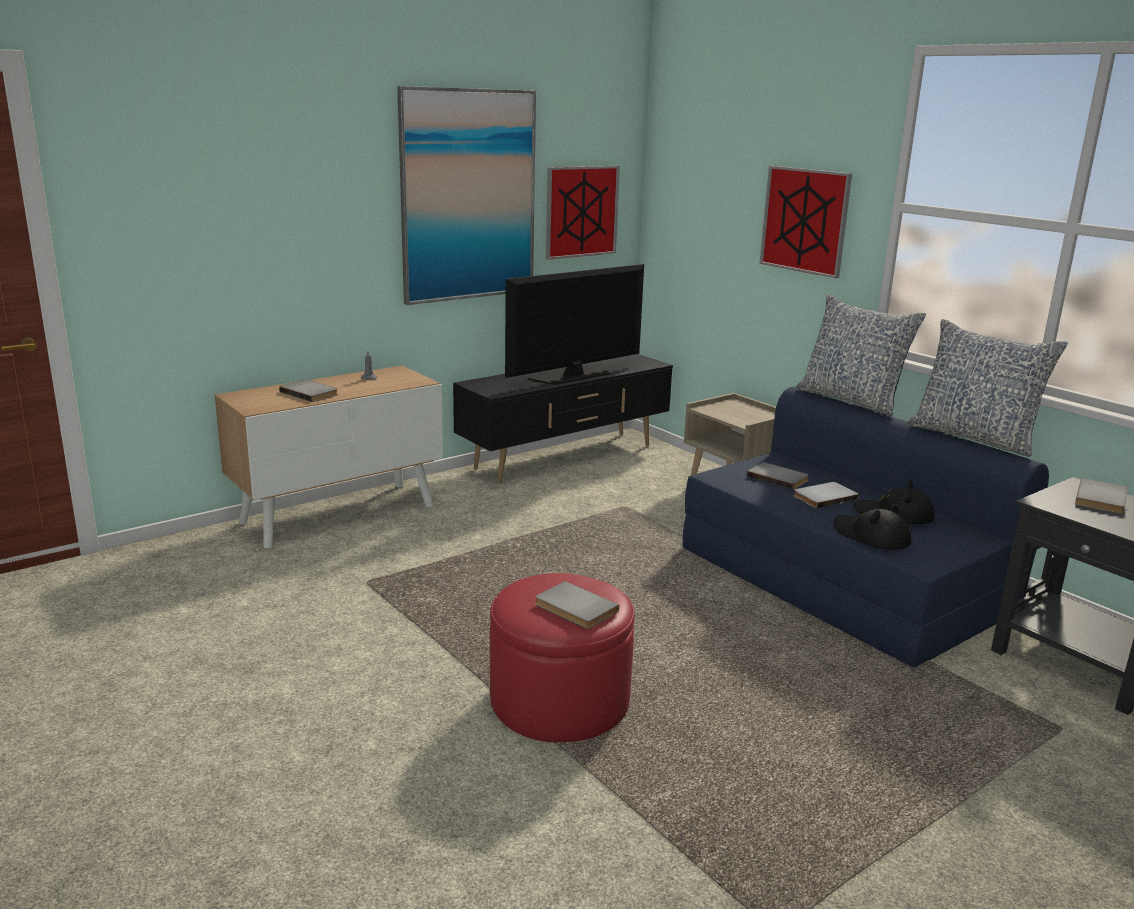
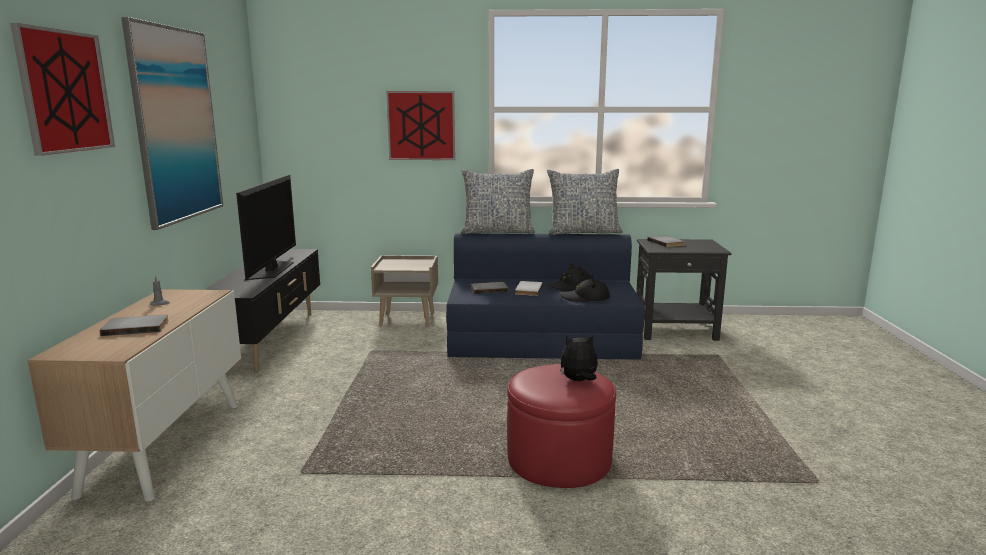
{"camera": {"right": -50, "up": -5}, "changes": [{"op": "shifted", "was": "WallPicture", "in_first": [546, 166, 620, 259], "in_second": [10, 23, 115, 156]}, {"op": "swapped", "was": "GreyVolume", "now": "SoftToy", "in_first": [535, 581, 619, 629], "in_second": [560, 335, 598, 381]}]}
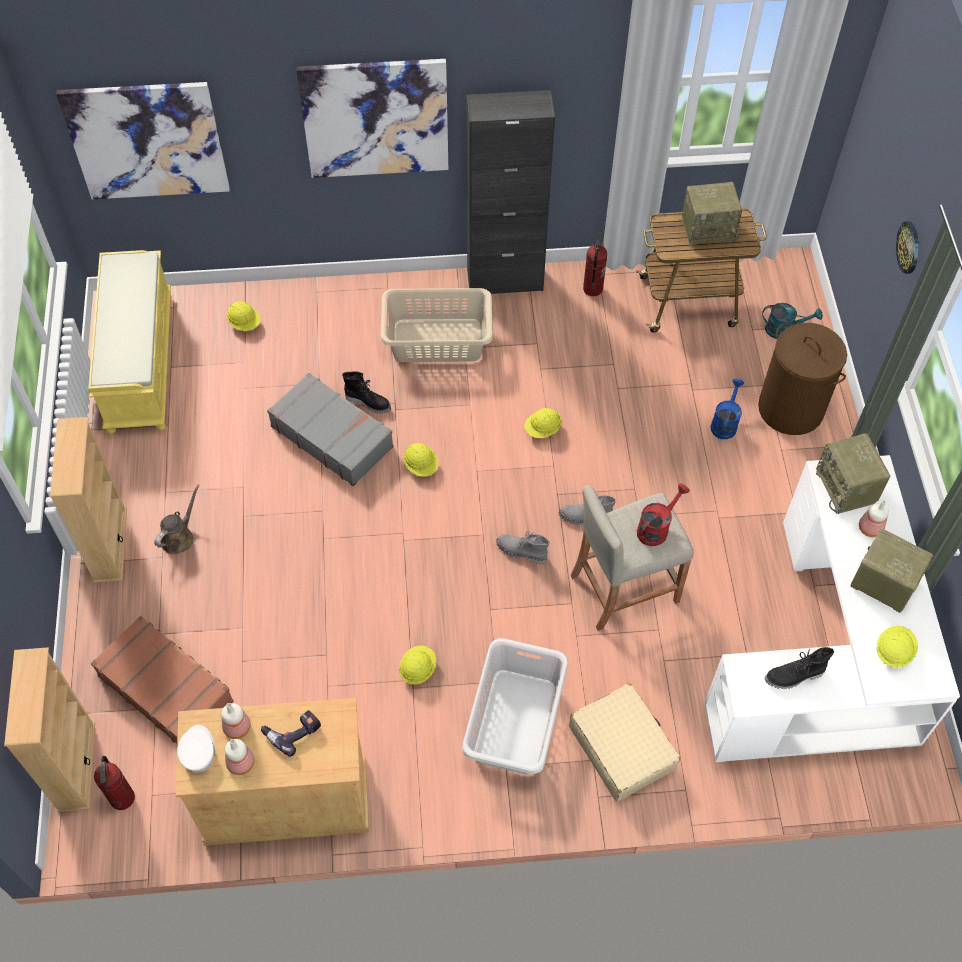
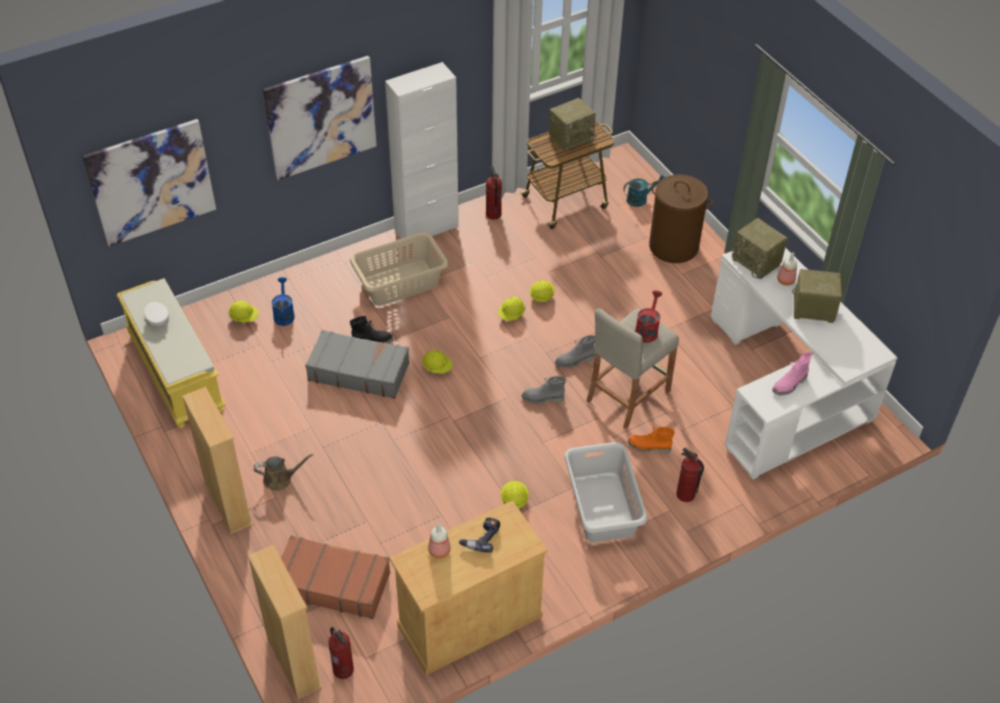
{"camera": {"right": -25, "up": -10}, "changes": [{"op": "shifted", "was": "WhitishCap", "in_first": [178, 725, 215, 772], "in_second": [144, 302, 169, 329]}, {"op": "rotated", "was": "BrownColouredWateringPot", "in_first": [154, 484, 200, 554], "in_second": [254, 454, 313, 491], "clockwise": 75}, {"op": "shifted", "was": "BluishWateringPot", "in_first": [710, 379, 744, 439], "in_second": [272, 277, 295, 326]}, {"op": "repainted", "was": "BlackColouredCabinet", "now": "WhitishCabinet", "in_first": [466, 90, 555, 294], "in_second": [385, 62, 459, 238]}, {"op": "shifted", "was": "YellowColouredWorkHelmet", "in_first": [877, 626, 918, 668], "in_second": [530, 280, 555, 302]}, {"op": "new", "now": "OrangeColouredBoot", "in_second": [628, 426, 675, 454]}, {"op": "swapped", "was": "SandColouredPieceOfLuggage", "now": "FireFightingCylinder", "in_first": [569, 683, 681, 802], "in_second": [676, 448, 704, 502]}, {"op": "repainted", "was": "BlackColouredBoot", "now": "PinkBoot", "in_first": [765, 647, 834, 689], "in_second": [772, 352, 812, 395]}, {"op": "gone", "was": "BeverageBottle", "in_first": [225, 739, 255, 775]}, {"op": "gone", "was": "WallClock", "in_first": [896, 221, 919, 274]}]}
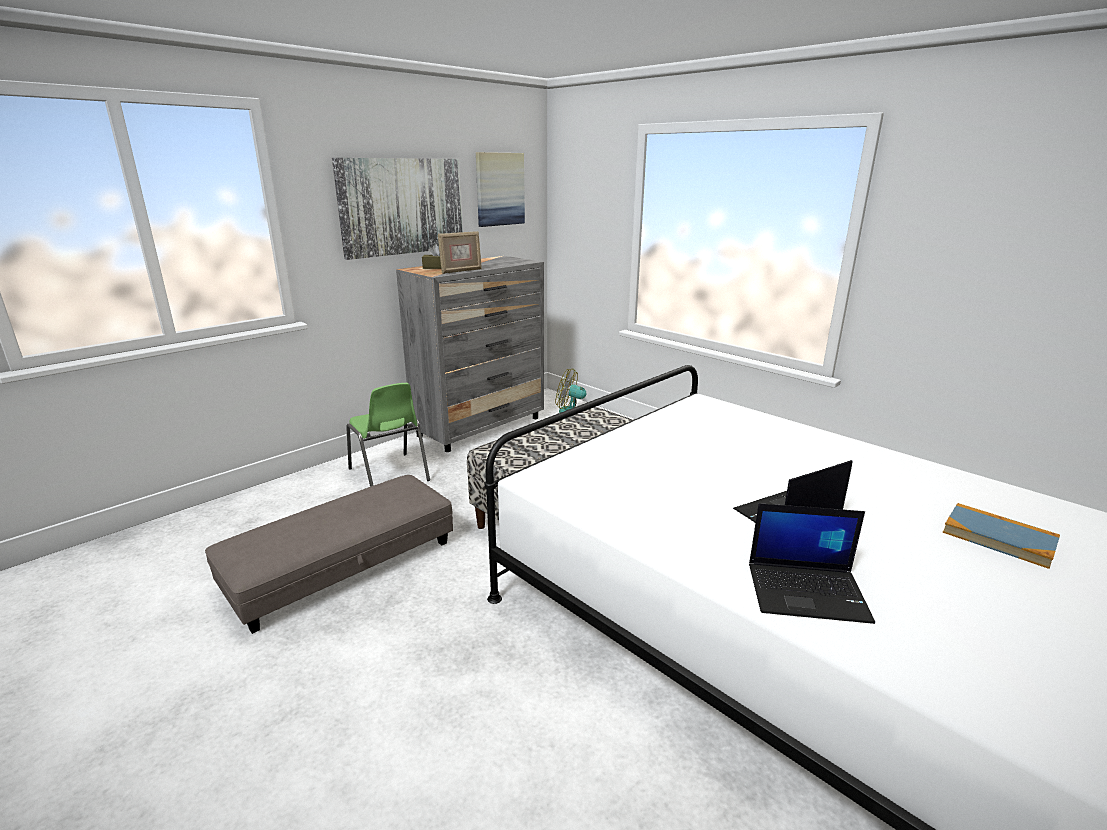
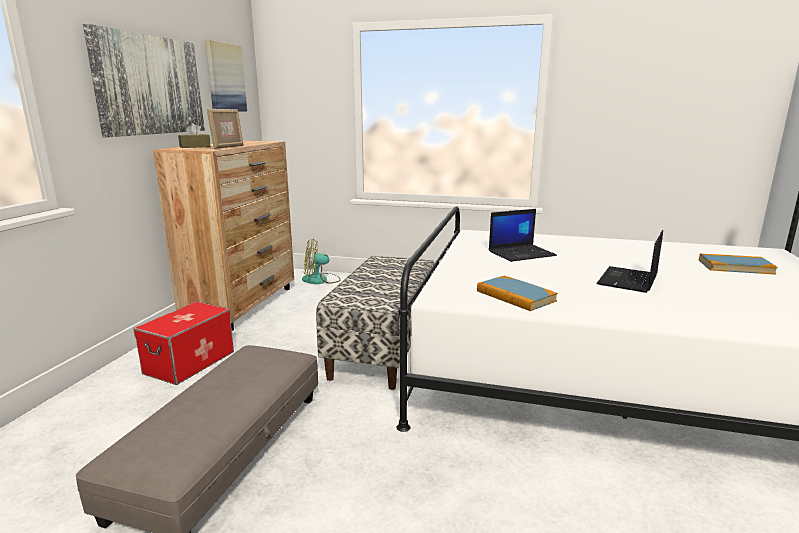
{"camera": {"right": -30, "up": -5}, "changes": [{"op": "swapped", "was": "GreenishChair", "now": "StorageContainer", "in_first": [346, 383, 430, 487], "in_second": [133, 301, 234, 385]}, {"op": "repainted", "was": "GreyDresser", "now": "BrownColouredDresser", "in_first": [396, 256, 544, 452], "in_second": [153, 141, 294, 331]}, {"op": "new", "now": "Volume", "in_second": [477, 276, 558, 311]}, {"op": "shifted", "was": "PortableComputer", "in_first": [749, 503, 875, 624], "in_second": [489, 209, 557, 262]}]}
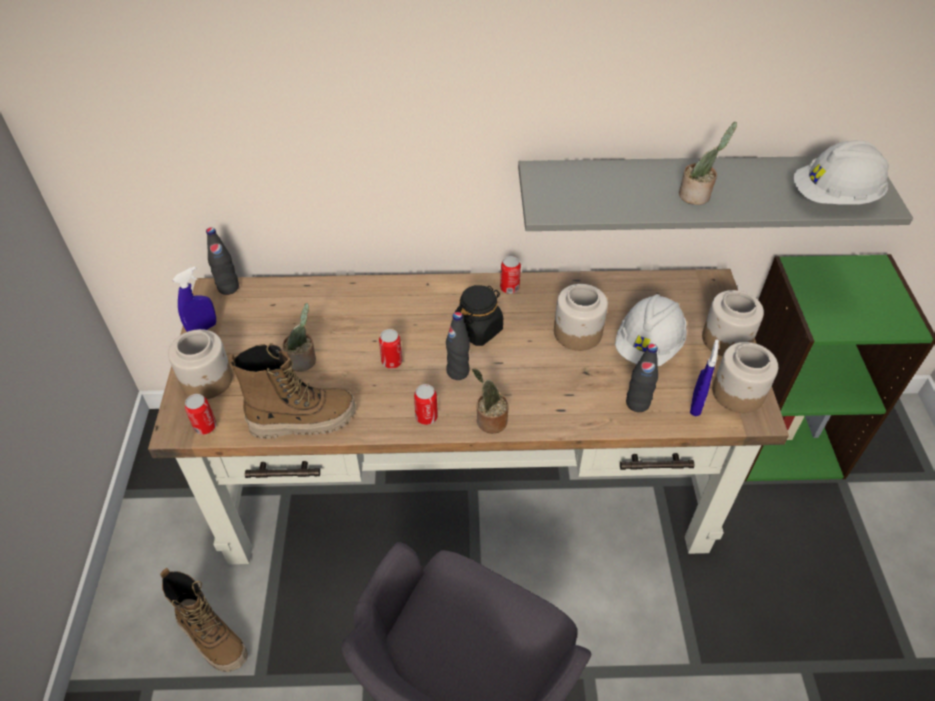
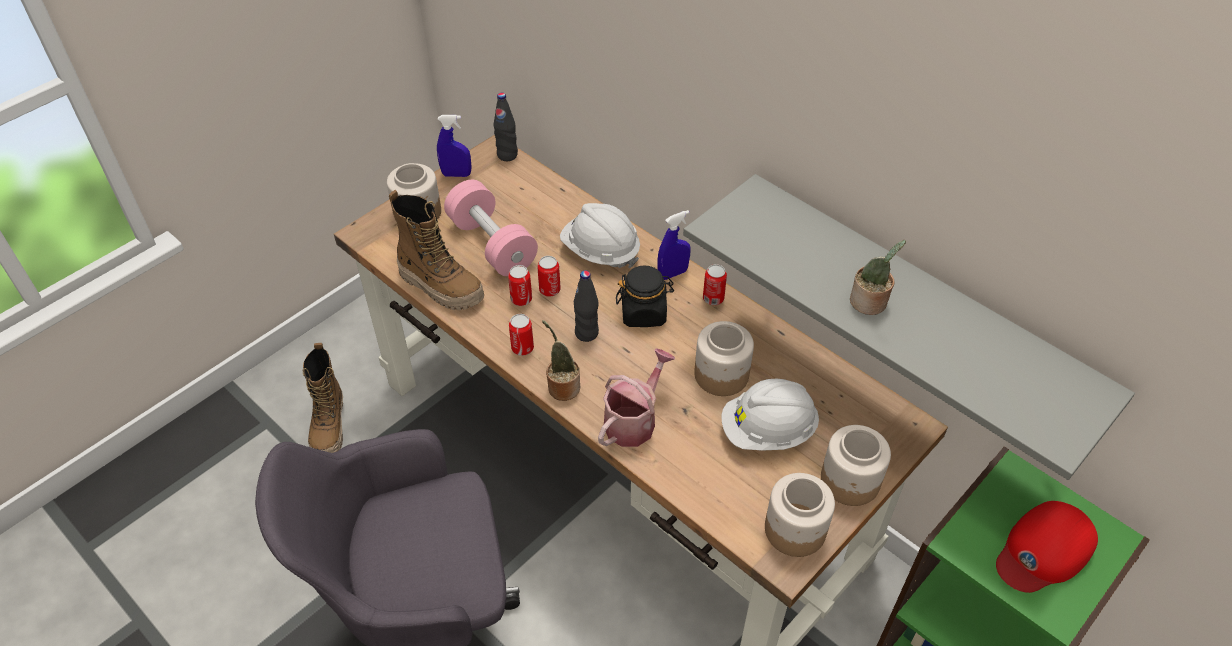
{"camera": {"right": 45, "up": 0}, "changes": [{"op": "swapped", "was": "PlantInAPot", "now": "PinkHandWeight", "in_first": [282, 303, 316, 372], "in_second": [444, 180, 538, 276]}, {"op": "shifted", "was": "SealedCan", "in_first": [185, 394, 216, 435], "in_second": [508, 265, 532, 306]}, {"op": "shifted", "was": "WhitishWorkHelmet", "in_first": [794, 140, 889, 204], "in_second": [560, 203, 640, 268]}, {"op": "new", "now": "WateringPot", "in_second": [598, 348, 675, 447]}, {"op": "shifted", "was": "BluishSprayBottle", "in_first": [690, 339, 719, 416], "in_second": [657, 210, 691, 280]}, {"op": "new", "now": "RedCap", "in_second": [996, 501, 1098, 593]}, {"op": "gone", "was": "BlackColouredBeverageBottle", "in_first": [626, 344, 658, 412]}]}
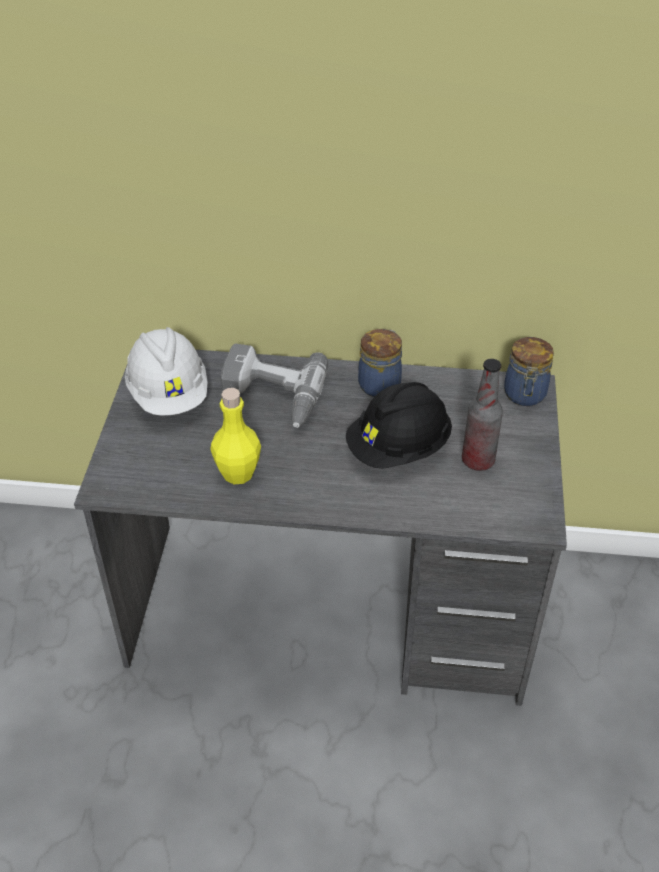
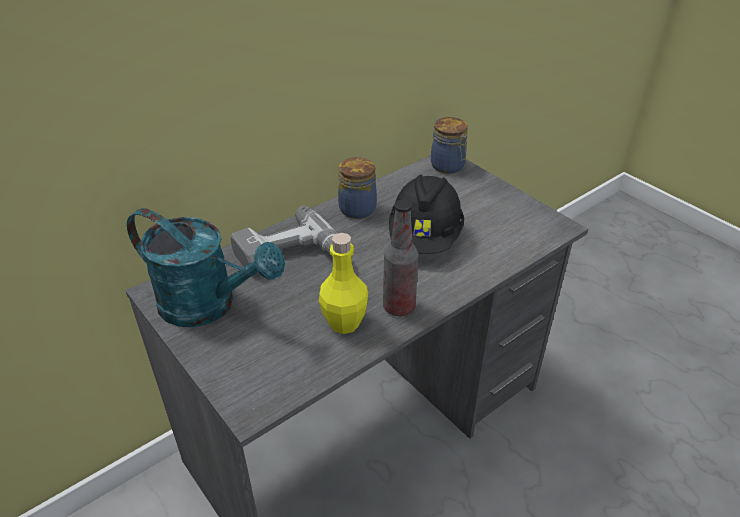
{"camera": {"right": -45, "up": -5}, "changes": [{"op": "swapped", "was": "WhitishWorkHelmet", "now": "BlueGreenWateringPot", "in_first": [125, 327, 208, 416], "in_second": [127, 208, 285, 327]}, {"op": "shifted", "was": "BeverageBottle", "in_first": [462, 359, 503, 471], "in_second": [383, 200, 418, 316]}]}
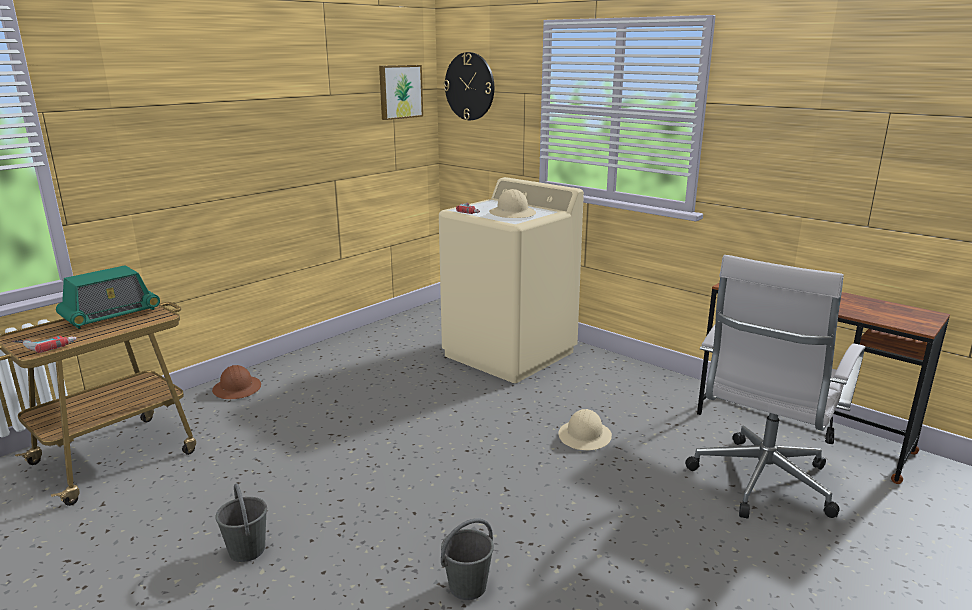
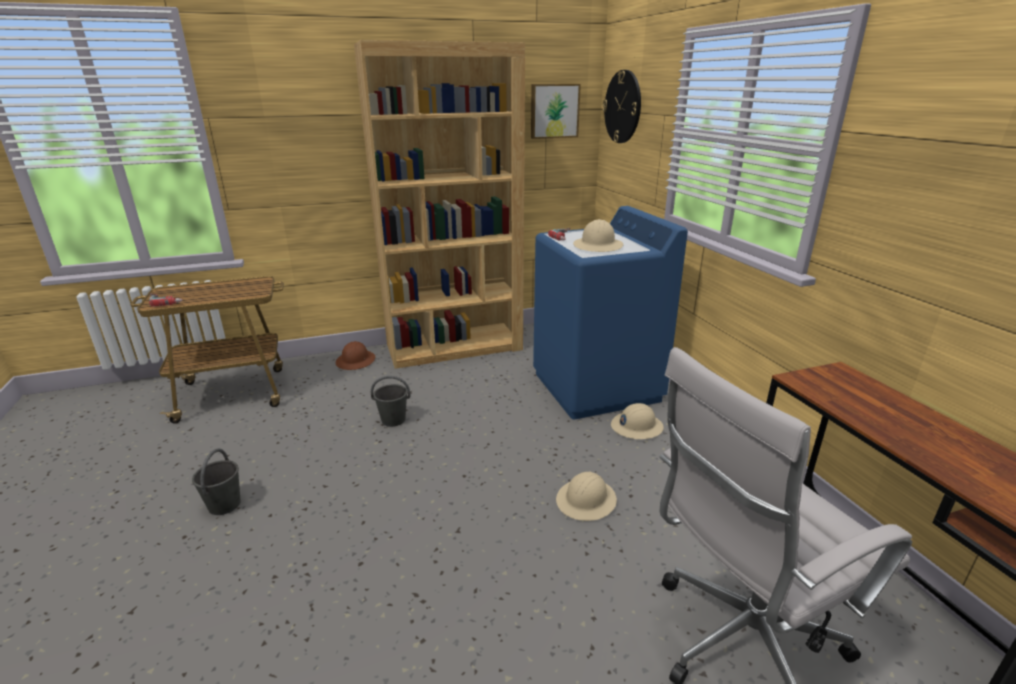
{"camera": {"right": 30, "up": 5}, "changes": [{"op": "new", "now": "BrownColouredBookshelf", "in_second": [354, 40, 525, 369]}, {"op": "shifted", "was": "GreyBucket", "in_first": [441, 518, 494, 600], "in_second": [371, 376, 411, 427]}, {"op": "repainted", "was": "SandColouredLaundryAppliance", "now": "BluishLaundryAppliance", "in_first": [439, 177, 584, 383], "in_second": [533, 206, 688, 419]}, {"op": "new", "now": "SandColouredWorkHelmet", "in_second": [611, 403, 664, 439]}, {"op": "gone", "was": "Radio", "in_first": [56, 265, 160, 329]}]}
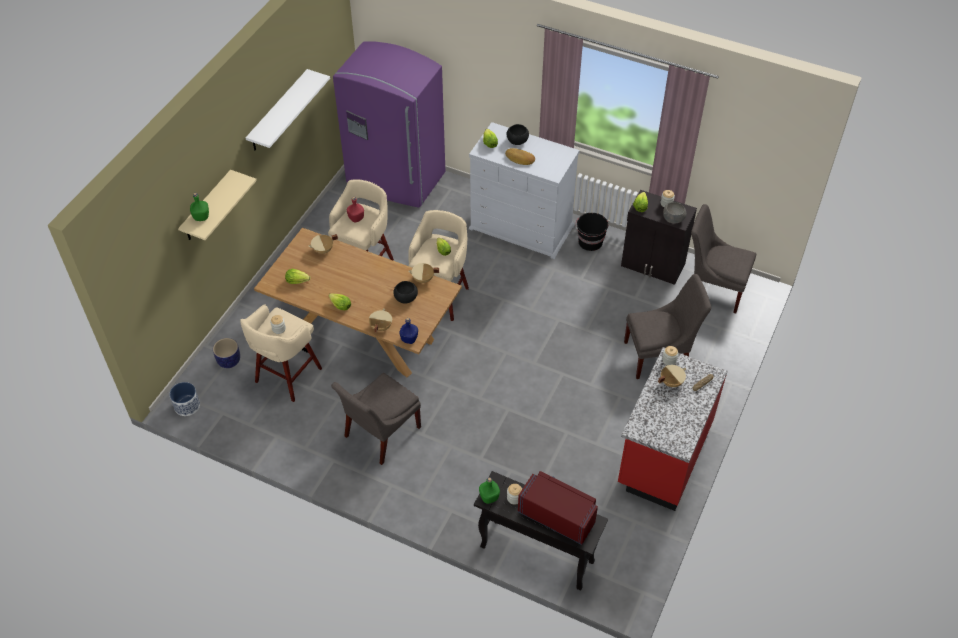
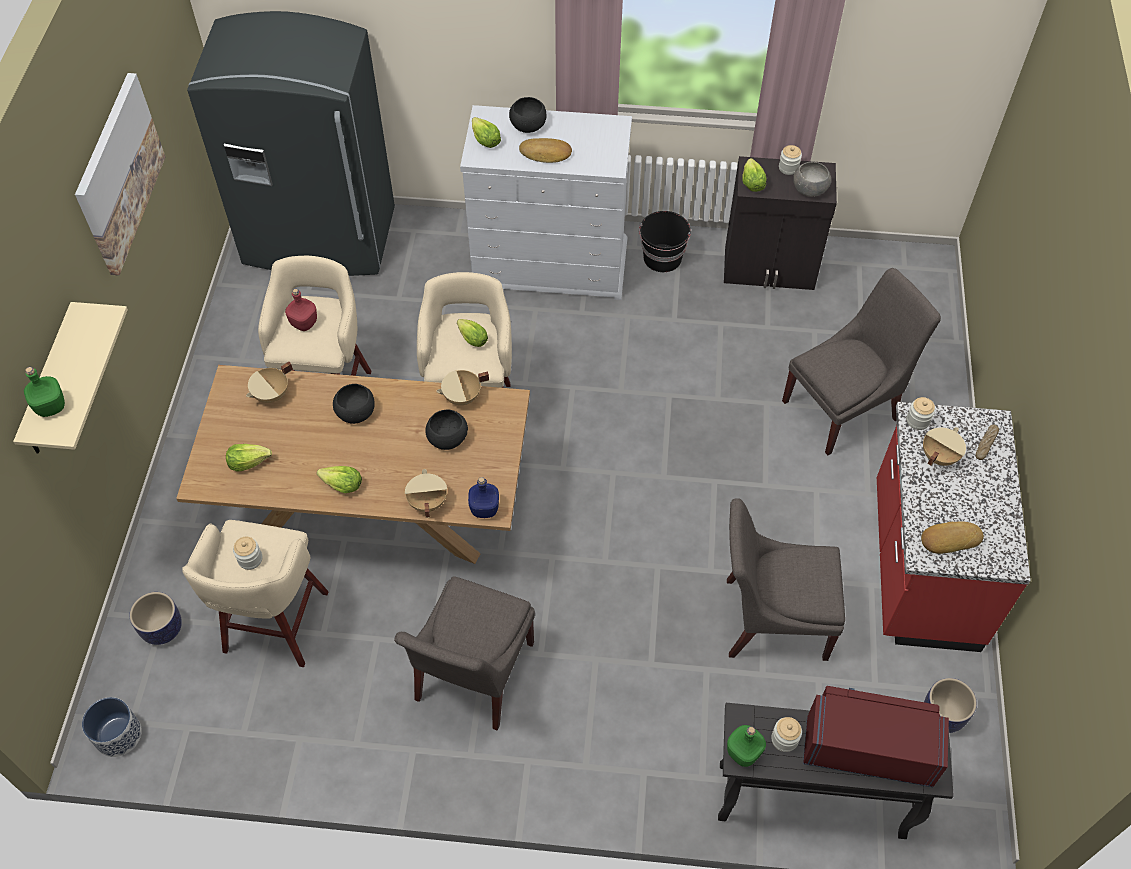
{"camera": {"right": -20, "up": 5}, "changes": [{"op": "swapped", "was": "WhitishShelf", "now": "WallPicture", "in_first": [246, 69, 330, 150], "in_second": [75, 73, 166, 276]}, {"op": "repainted", "was": "PurplishRefrigerator", "now": "GreyRefrigerator", "in_first": [333, 41, 445, 208], "in_second": [187, 11, 395, 276]}, {"op": "new", "now": "BlackColouredServingBowl", "in_second": [333, 384, 375, 424]}, {"op": "shifted", "was": "GreyChair", "in_first": [691, 204, 756, 314], "in_second": [727, 499, 845, 661]}, {"op": "new", "now": "BakeryBread", "in_second": [921, 521, 984, 554]}, {"op": "new", "now": "PlantPot", "in_second": [924, 678, 977, 733]}]}
